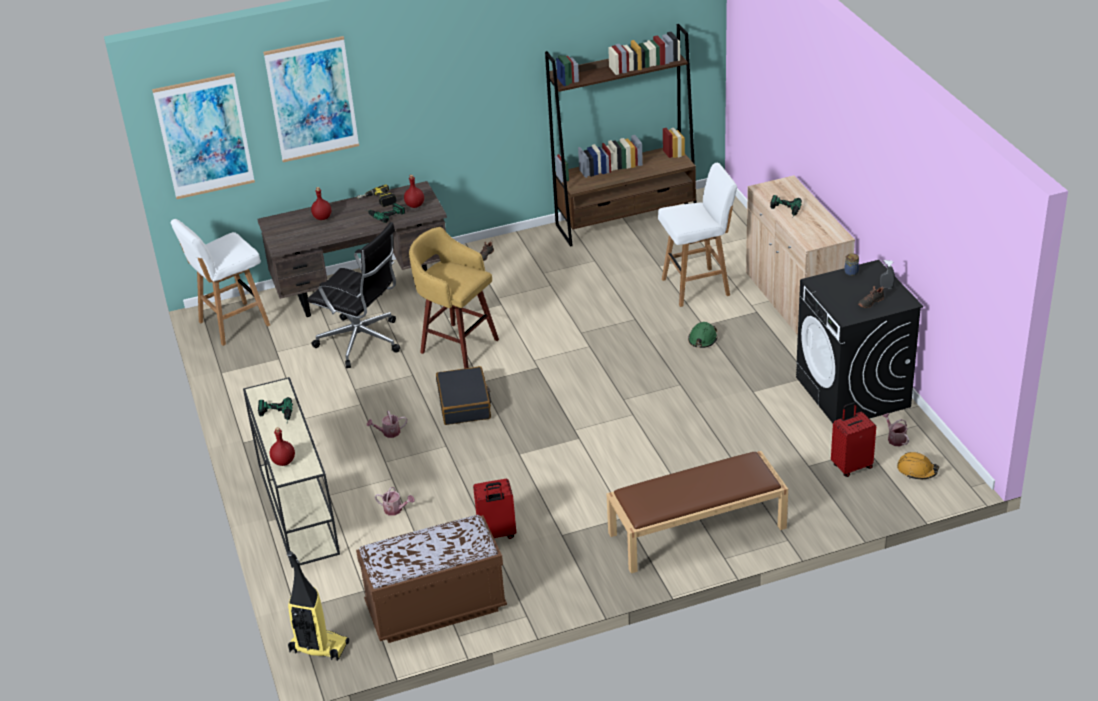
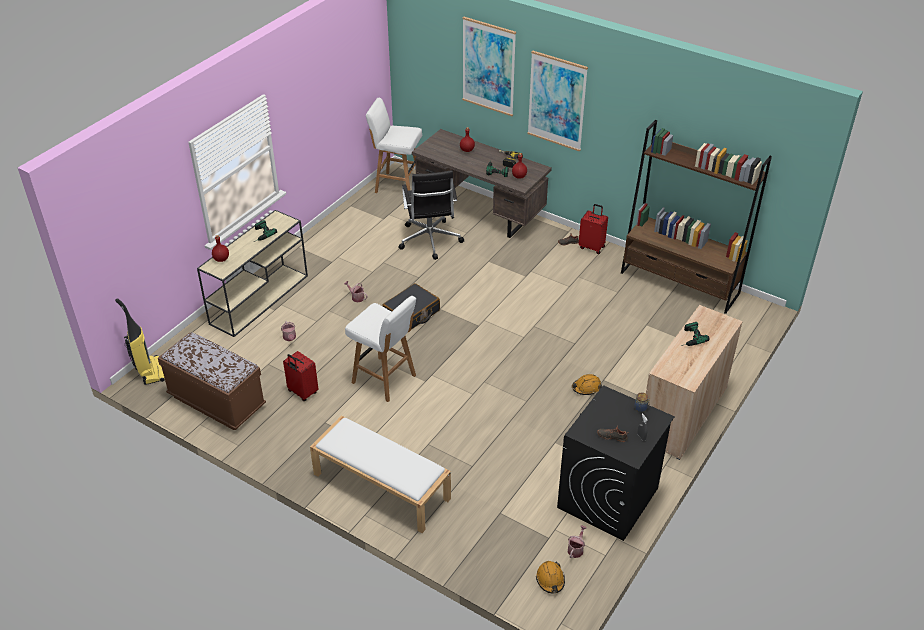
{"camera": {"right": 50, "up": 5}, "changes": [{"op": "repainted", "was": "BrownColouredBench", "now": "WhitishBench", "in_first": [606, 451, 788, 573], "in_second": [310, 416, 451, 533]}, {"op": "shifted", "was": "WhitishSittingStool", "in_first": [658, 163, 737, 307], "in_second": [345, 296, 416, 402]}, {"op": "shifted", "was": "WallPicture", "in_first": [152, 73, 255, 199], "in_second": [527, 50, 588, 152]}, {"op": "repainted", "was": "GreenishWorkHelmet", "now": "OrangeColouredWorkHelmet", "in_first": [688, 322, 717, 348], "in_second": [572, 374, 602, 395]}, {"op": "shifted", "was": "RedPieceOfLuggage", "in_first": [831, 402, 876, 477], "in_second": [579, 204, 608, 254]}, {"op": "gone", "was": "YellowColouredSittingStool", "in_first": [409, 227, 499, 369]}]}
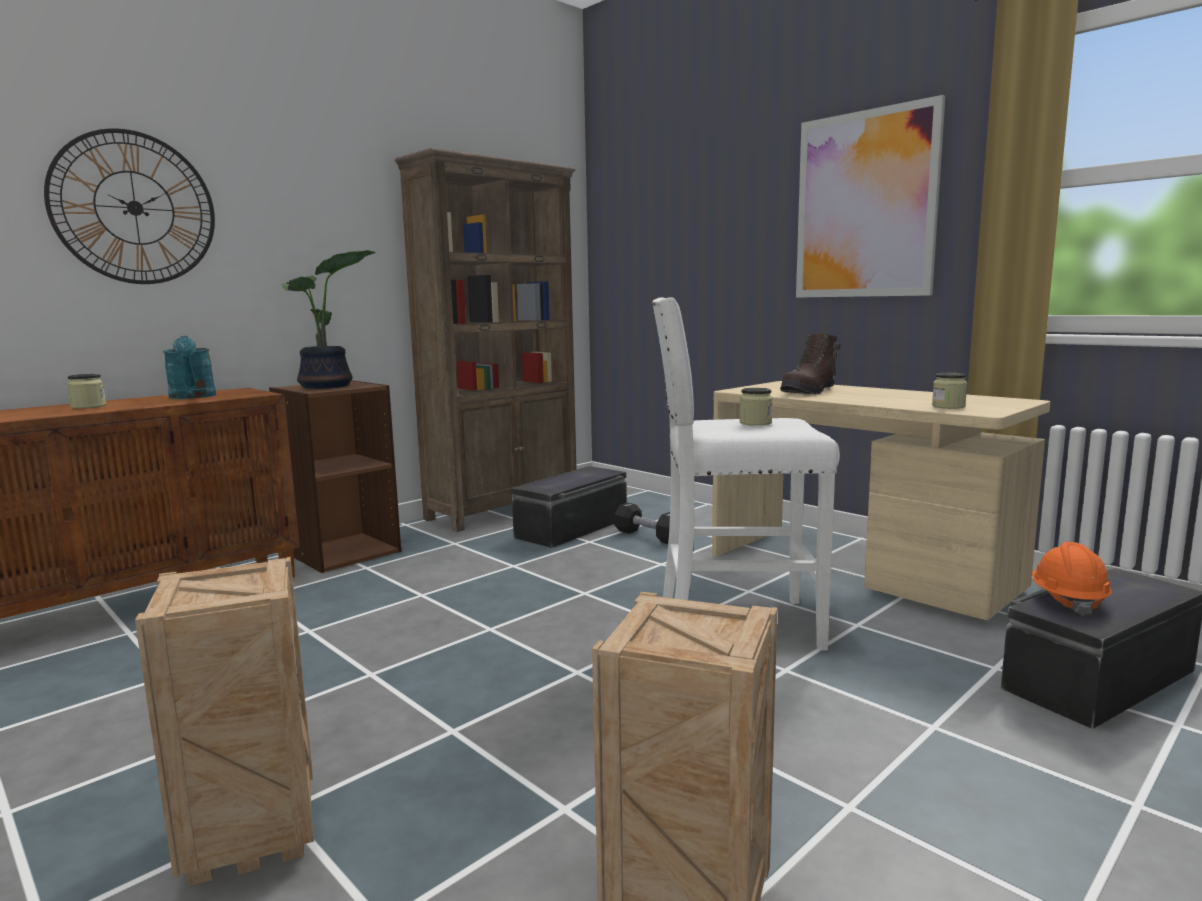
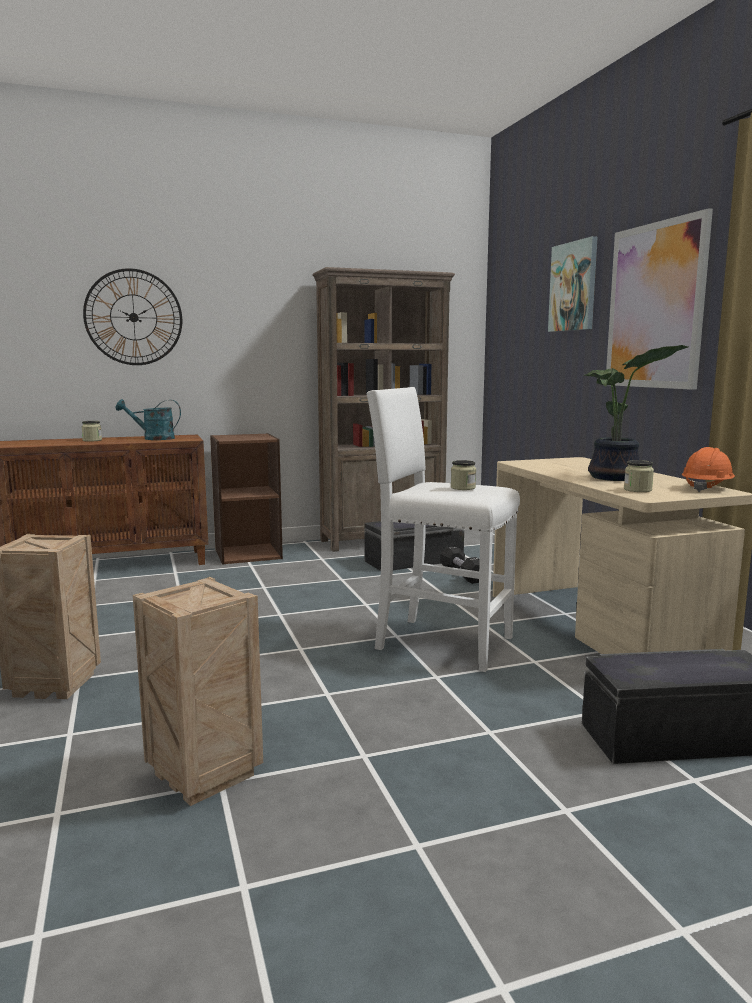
{"camera": {"right": 25, "up": 0}, "changes": [{"op": "rotated", "was": "BlueGreenWateringPot", "in_first": [163, 336, 216, 399], "in_second": [116, 399, 181, 440], "clockwise": 90}, {"op": "new", "now": "WallPicture", "in_second": [548, 236, 598, 332]}, {"op": "shifted", "was": "PlantInAPot", "in_first": [281, 250, 376, 389], "in_second": [585, 345, 688, 481]}, {"op": "shifted", "was": "OrangeColouredWorkHelmet", "in_first": [1032, 542, 1112, 616], "in_second": [682, 447, 735, 492]}, {"op": "gone", "was": "BrownColouredBoot", "in_first": [780, 333, 841, 394]}]}
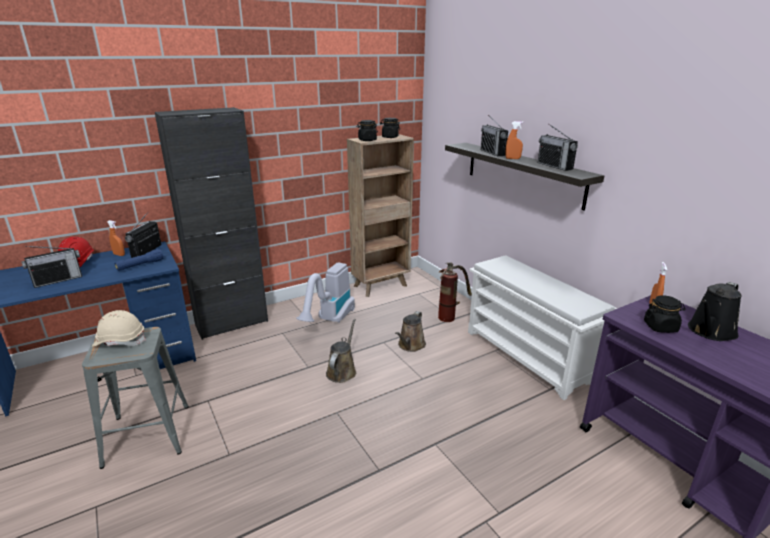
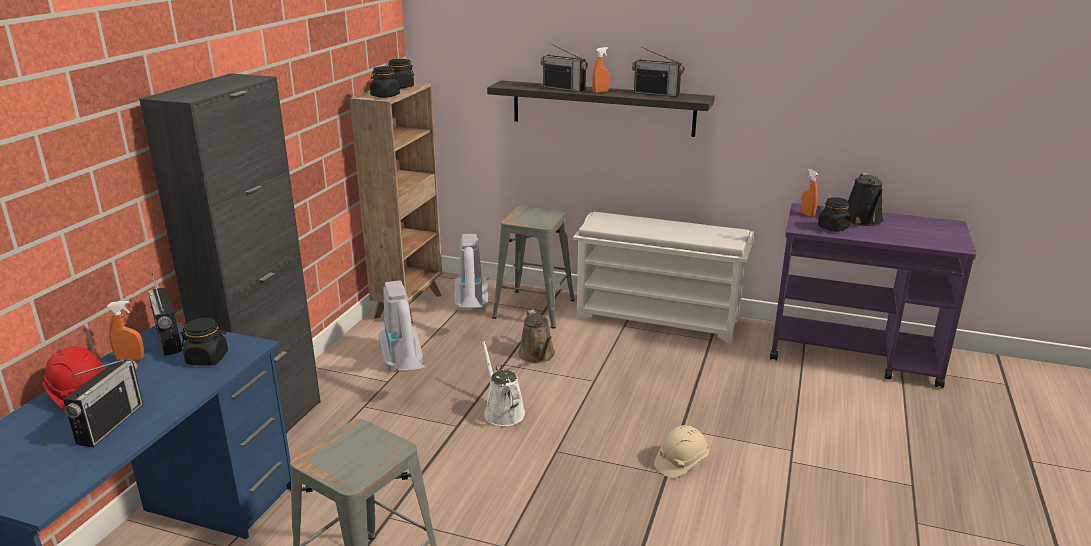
{"camera": {"right": -40, "up": 0}, "changes": [{"op": "swapped", "was": "BluishFlashlight", "now": "BlackColouredStorageJar", "in_first": [115, 249, 163, 271], "in_second": [180, 318, 228, 366]}, {"op": "new", "now": "Vacuum", "in_second": [454, 234, 488, 311]}, {"op": "repainted", "was": "BrownColouredWateringPot", "now": "WhitishWateringPot", "in_first": [326, 319, 356, 383], "in_second": [482, 341, 525, 426]}, {"op": "swapped", "was": "FireFightingCylinder", "now": "GreySittingStool", "in_first": [438, 262, 472, 322], "in_second": [492, 206, 575, 329]}, {"op": "shifted", "was": "SandColouredWorkHelmet", "in_first": [92, 310, 146, 347], "in_second": [654, 425, 709, 478]}]}
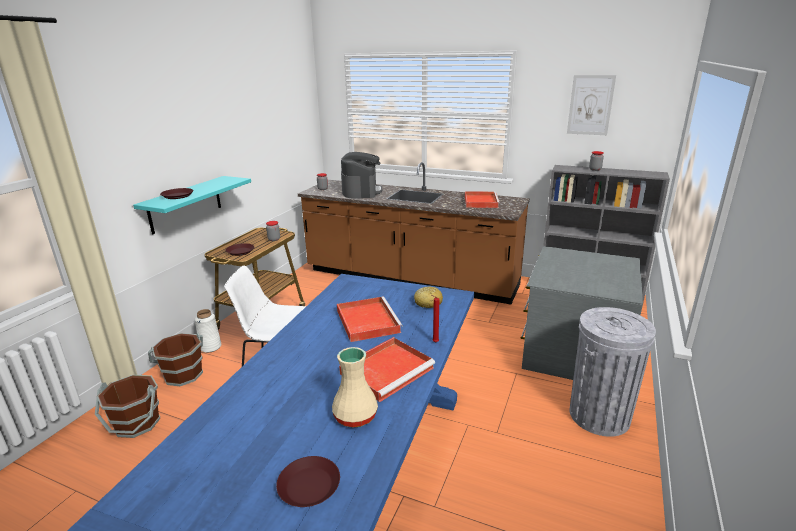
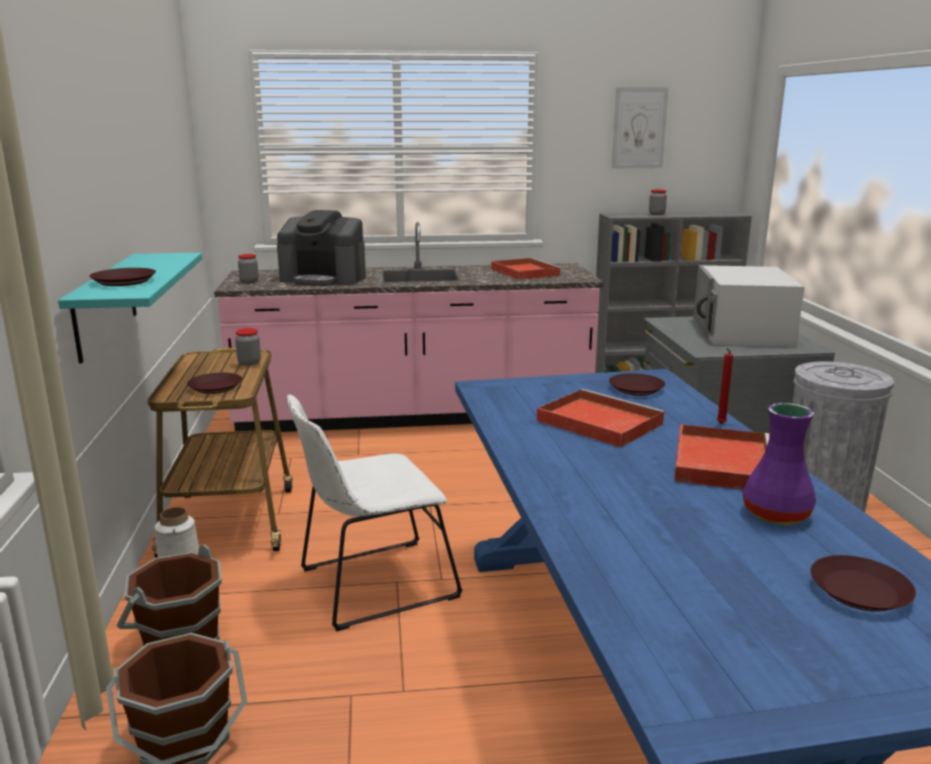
{"camera": {"right": -30, "up": -5}, "changes": [{"op": "repainted", "was": "BrownColouredKitchenBaseUnit", "now": "PinkKitchenBaseUnit", "in_first": [298, 162, 530, 305], "in_second": [214, 222, 604, 432]}, {"op": "rotated", "was": "CoffeeMaker", "in_first": [341, 152, 382, 199], "in_second": [277, 210, 366, 286], "clockwise": 135}, {"op": "swapped", "was": "BakeryBread", "now": "BrownColouredFlatDish", "in_first": [414, 286, 443, 308], "in_second": [609, 373, 665, 396]}, {"op": "new", "now": "WhitishMicrowave", "in_second": [693, 265, 804, 347]}, {"op": "repainted", "was": "SandColouredDecorativeVase", "now": "PurplishDecorativeVase", "in_first": [332, 347, 378, 427], "in_second": [742, 403, 816, 525]}]}
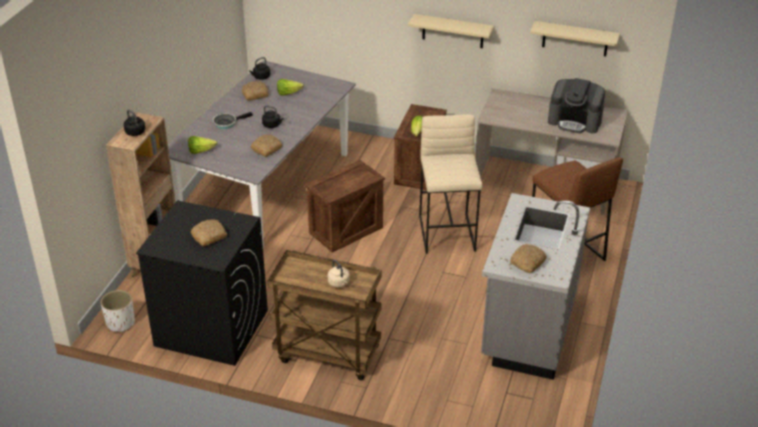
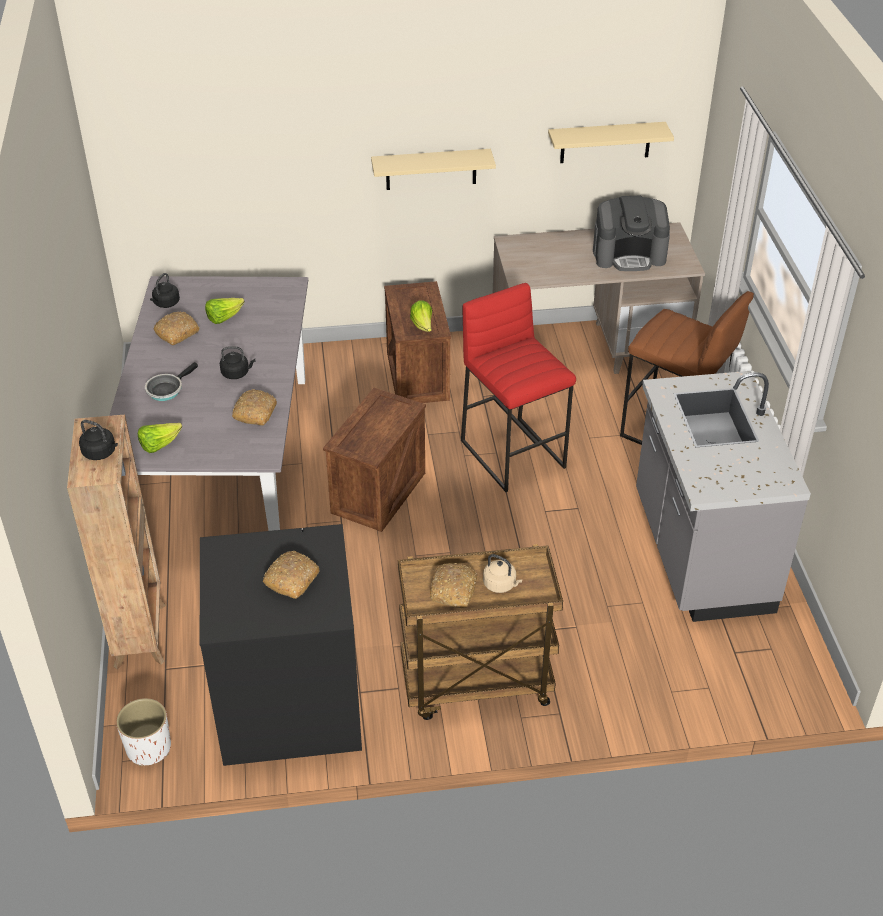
{"camera": {"right": -25, "up": 5}, "changes": [{"op": "shifted", "was": "BakeryBread", "in_first": [510, 244, 547, 273], "in_second": [430, 563, 477, 608]}, {"op": "repainted", "was": "SandColouredSittingStool", "now": "RedSittingStool", "in_first": [419, 114, 482, 254], "in_second": [461, 283, 576, 492]}]}
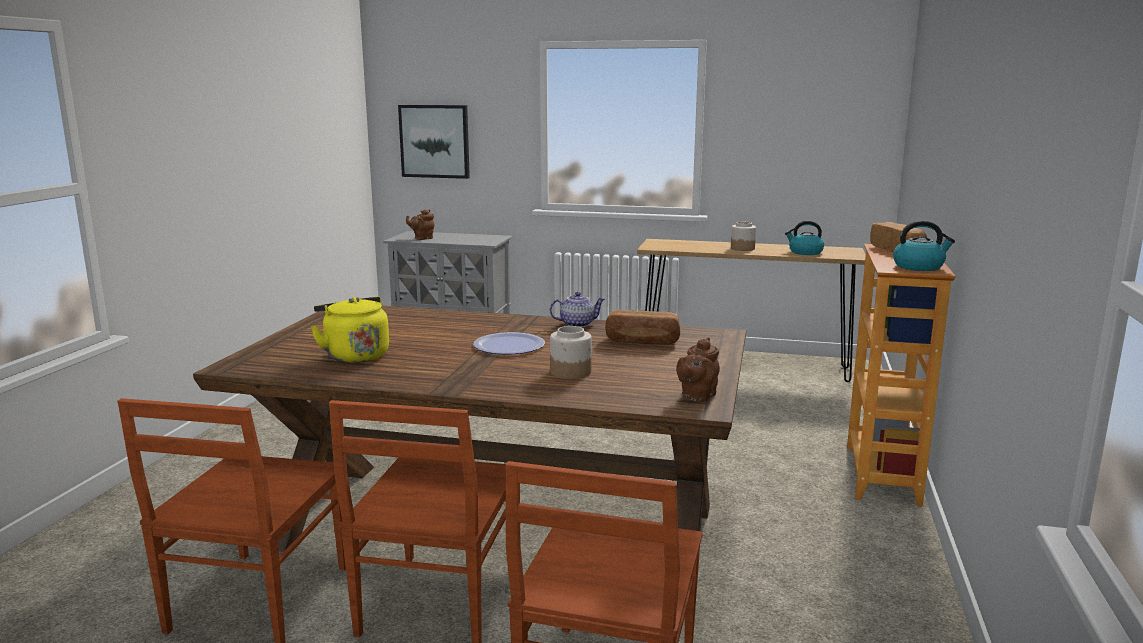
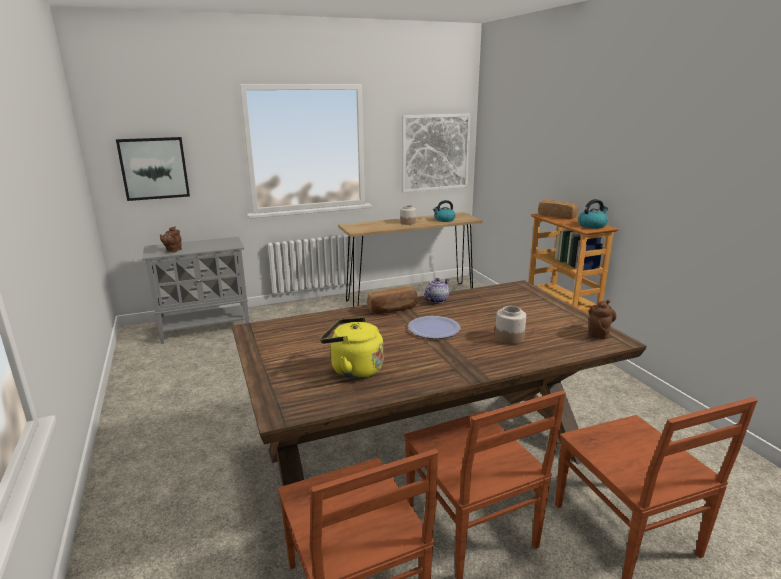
{"camera": {"right": -35, "up": 5}, "changes": [{"op": "shifted", "was": "BakeryBread", "in_first": [605, 310, 680, 345], "in_second": [367, 286, 418, 314]}, {"op": "new", "now": "WallPicture", "in_second": [402, 114, 471, 193]}, {"op": "rotated", "was": "BrownColouredPotForTea", "in_first": [676, 338, 720, 402], "in_second": [588, 299, 616, 339], "clockwise": -150}]}
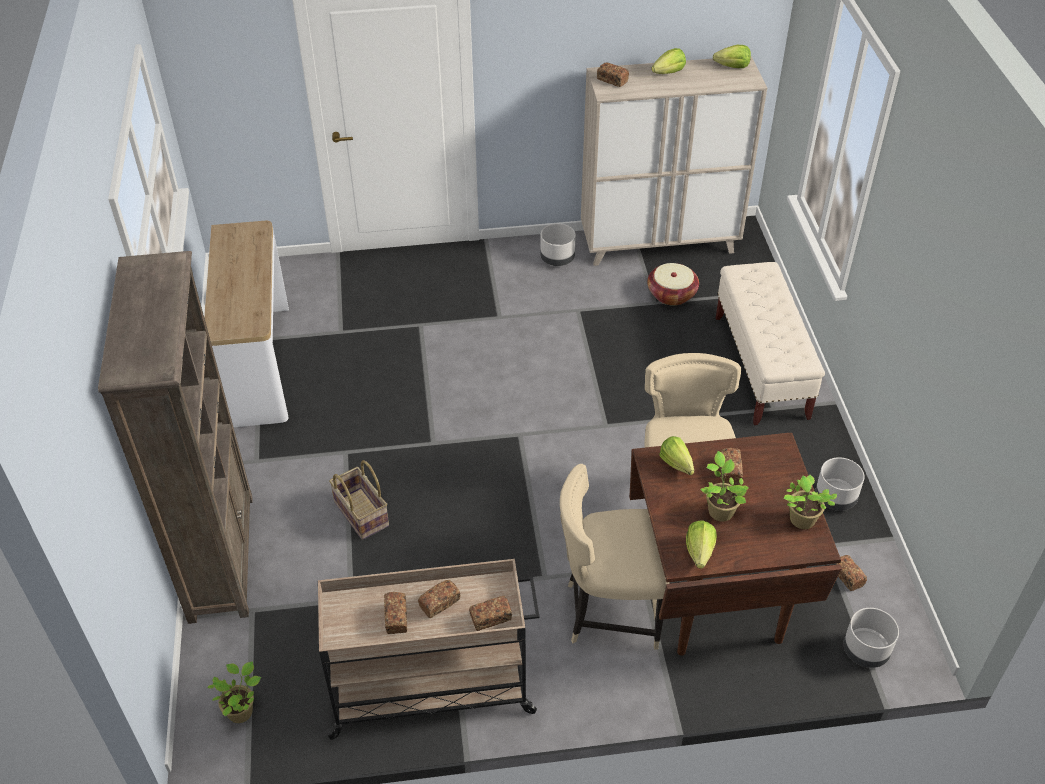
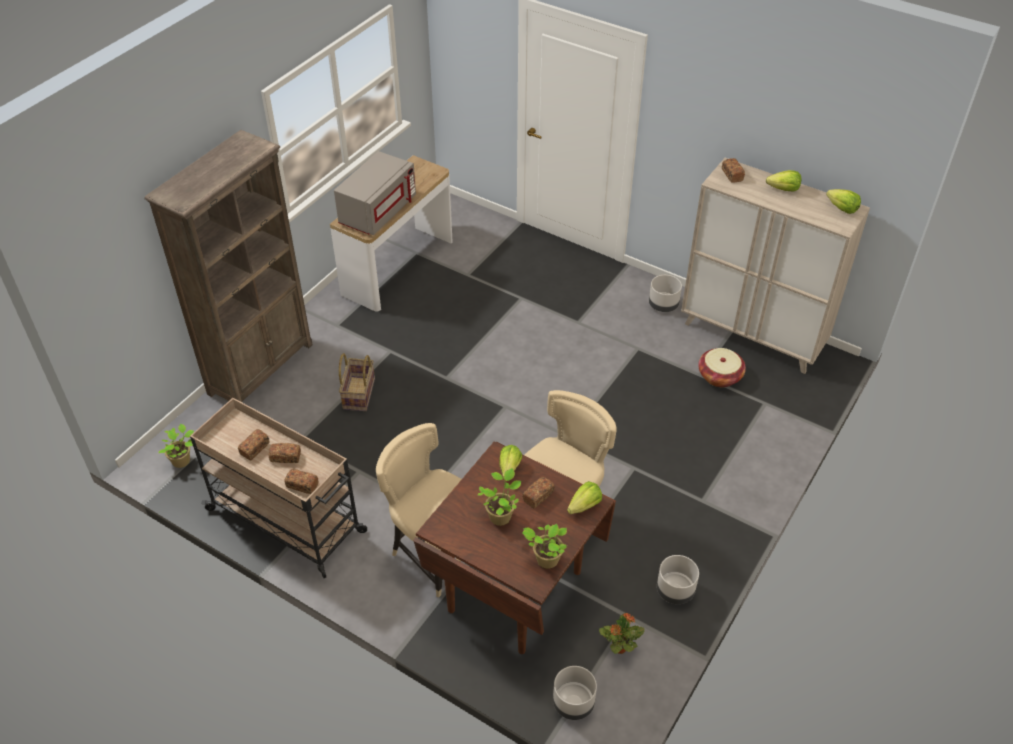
{"camera": {"right": 40, "up": 0}, "changes": [{"op": "new", "now": "GreyMicrowave", "in_second": [334, 151, 416, 235]}, {"op": "shifted", "was": "Lettuce", "in_first": [686, 520, 717, 569], "in_second": [567, 481, 602, 514]}, {"op": "swapped", "was": "BakeryBread", "now": "PlantInAPot", "in_first": [836, 555, 867, 591], "in_second": [599, 613, 645, 654]}, {"op": "gone", "was": "SandColouredBench", "in_first": [716, 262, 825, 425]}]}
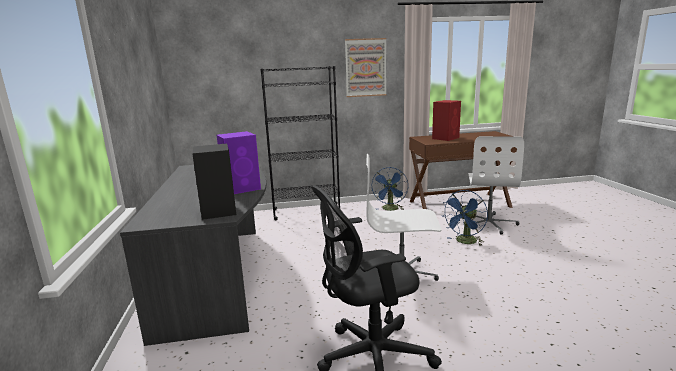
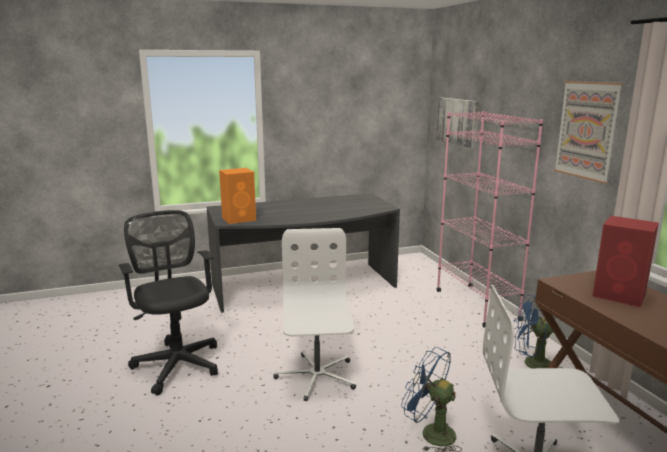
{"camera": {"right": 80, "up": 0}, "changes": [{"op": "repainted", "was": "BlackColouredSpeaker", "now": "OrangeColouredSpeaker", "in_first": [192, 144, 236, 220], "in_second": [219, 168, 256, 224]}, {"op": "new", "now": "WallPicture", "in_second": [436, 98, 479, 148]}, {"op": "repainted", "was": "BlackColouredBookshelf", "now": "PinkBookshelf", "in_first": [260, 66, 340, 220], "in_second": [436, 111, 543, 328]}, {"op": "gone", "was": "PurplishSpeaker", "in_first": [217, 131, 261, 194]}]}
